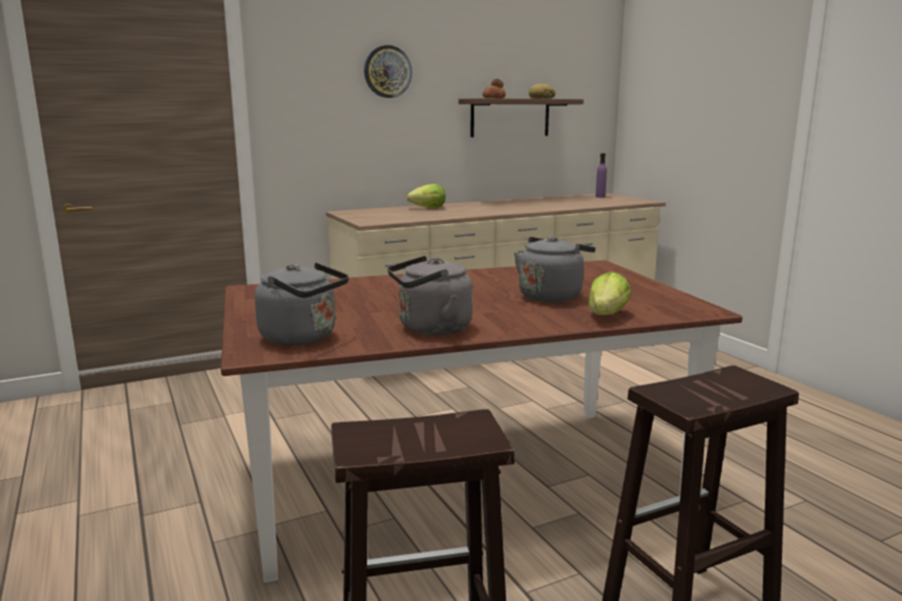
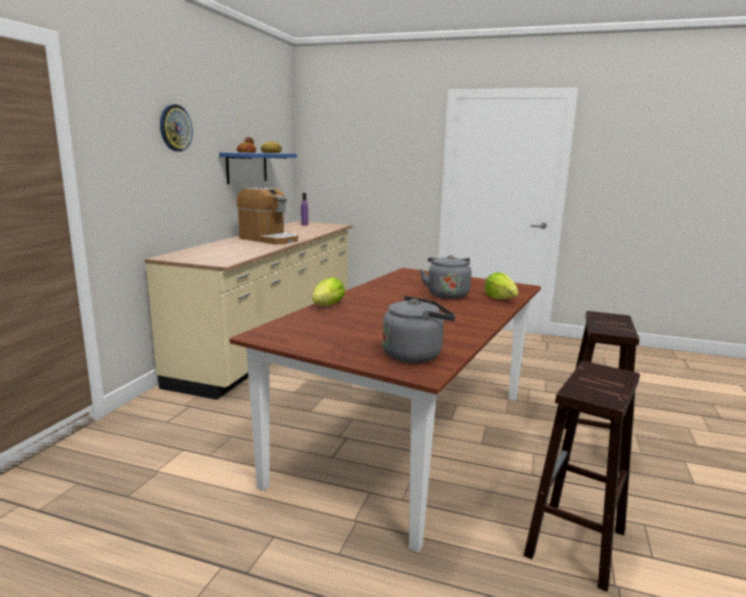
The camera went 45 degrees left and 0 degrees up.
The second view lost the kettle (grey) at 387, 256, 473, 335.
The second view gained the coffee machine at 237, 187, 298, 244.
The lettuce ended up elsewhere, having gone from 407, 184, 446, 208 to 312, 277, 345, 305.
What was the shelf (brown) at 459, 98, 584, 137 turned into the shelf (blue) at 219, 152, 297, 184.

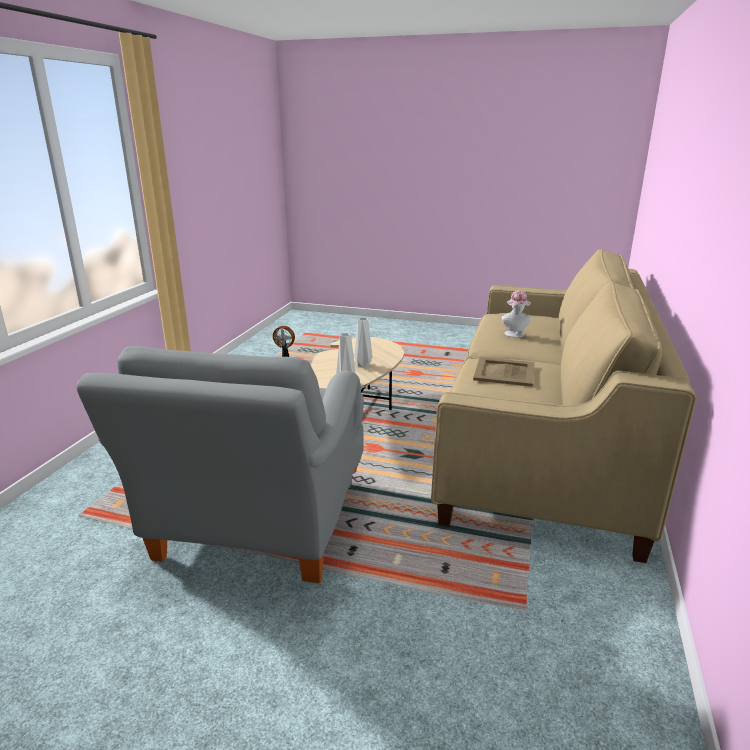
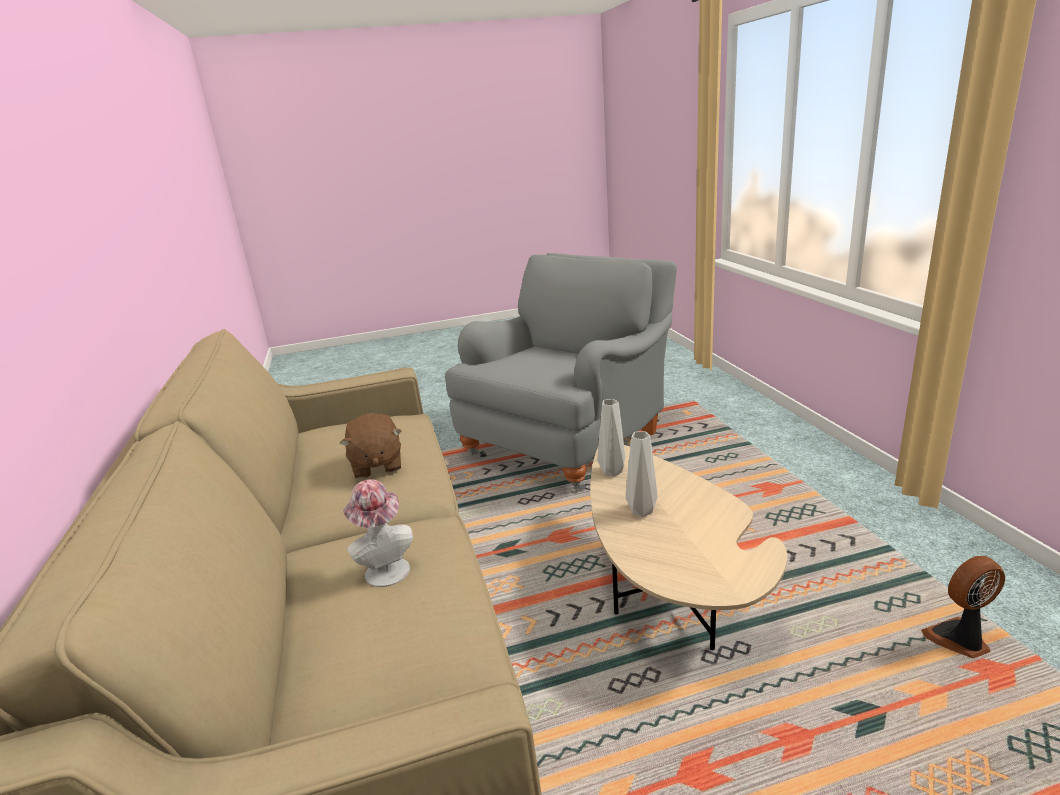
The camera went 150 degrees right and 0 degrees up.
Where the tray (beige) stood at 473, 357, 535, 387, the plush toy (brown) came to stand at 340, 413, 401, 479.
The armchair (grey) at 76, 346, 364, 583 ended up facing another way, 60 degrees clockwise from before.

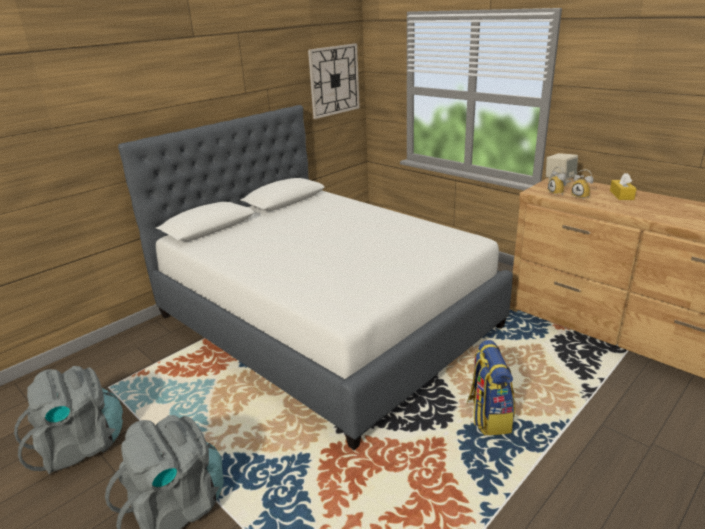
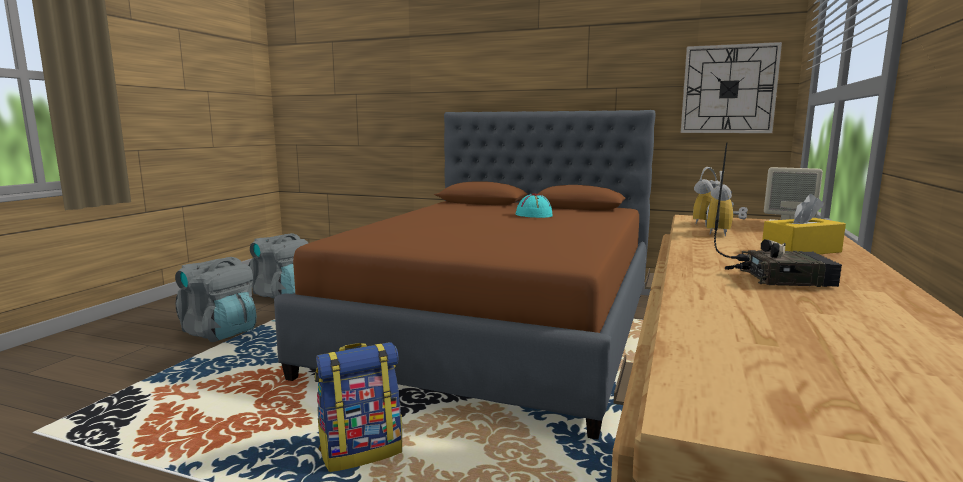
The camera went 65 degrees right and 15 degrees down.
The second view gained the hat (turquoise) at 516, 194, 553, 218.
The second view gained the radio at 714, 142, 842, 287.
What was the bed (white) at 118, 105, 513, 450 turned into the bed (brown) at 274, 110, 656, 440.

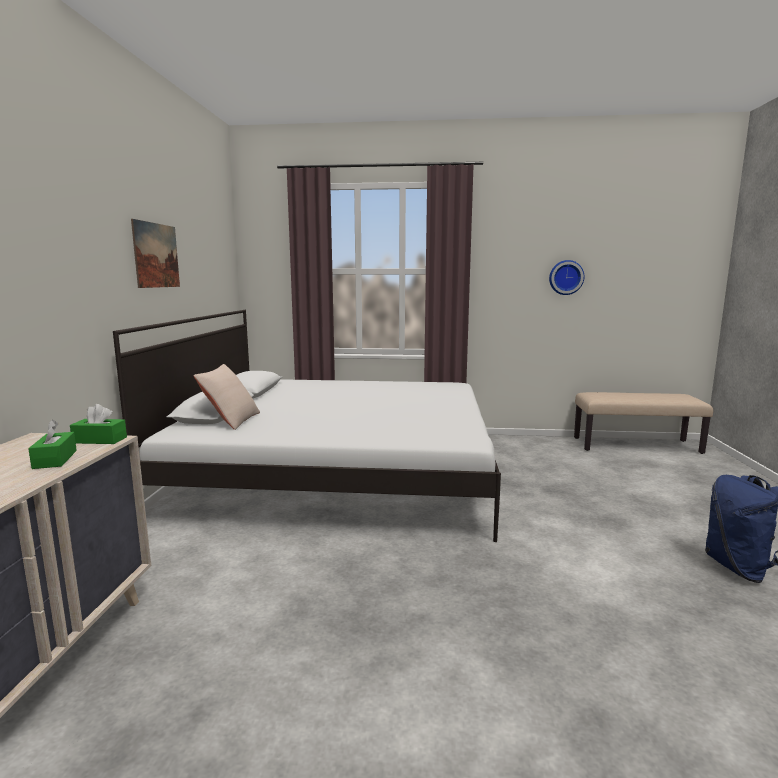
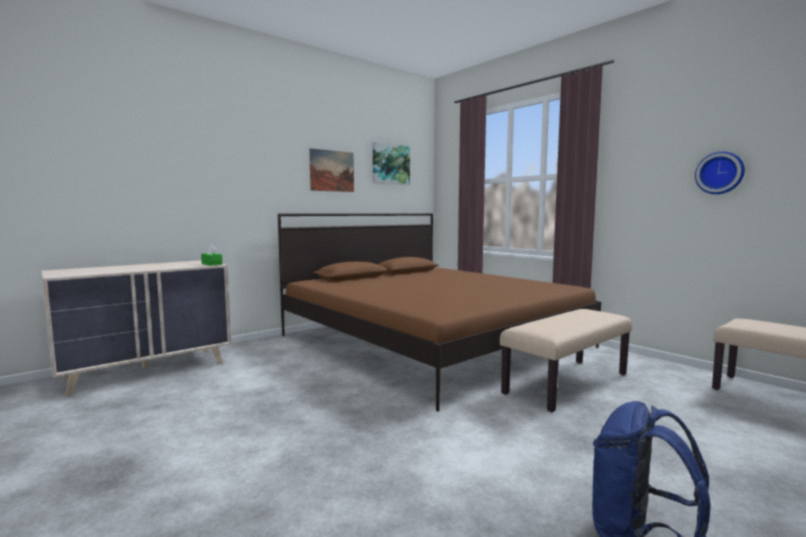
The camera went 45 degrees right and 5 degrees down.
The second view lost the tissue box (green) at 28, 419, 77, 469.
The second view lost the pillow (beige) at 193, 364, 260, 430.
The second view gained the picture at 373, 142, 410, 185.
The second view gained the bench (beige) at 500, 309, 632, 412.
What was the bed (white) at 113, 310, 501, 542 turned into the bed (brown) at 278, 213, 601, 411.

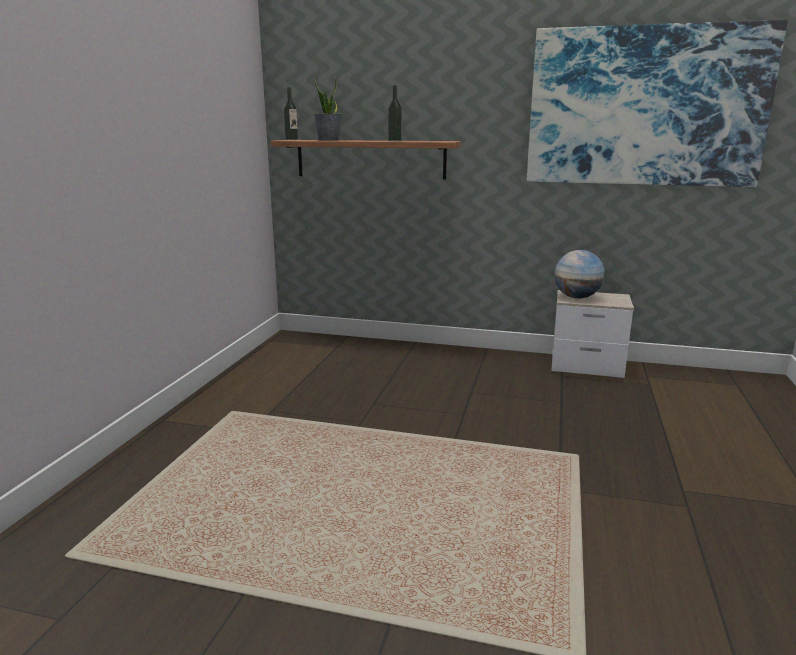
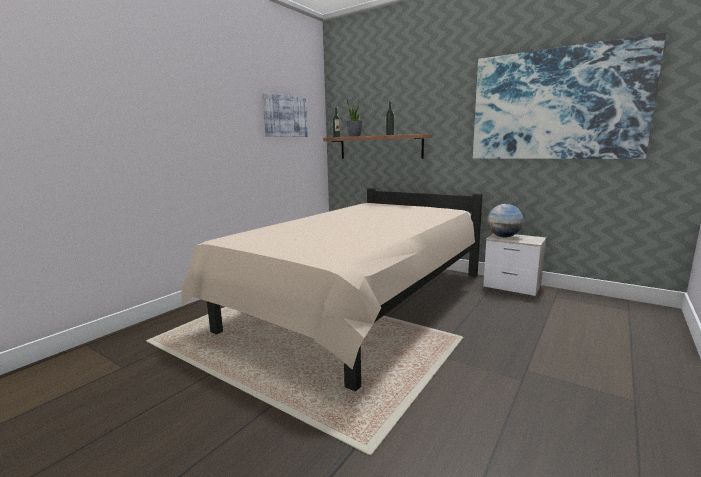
The camera went 20 degrees right and 5 degrees down.
The second view gained the bed (beige) at 181, 188, 483, 391.
The second view gained the picture at 262, 93, 308, 137.

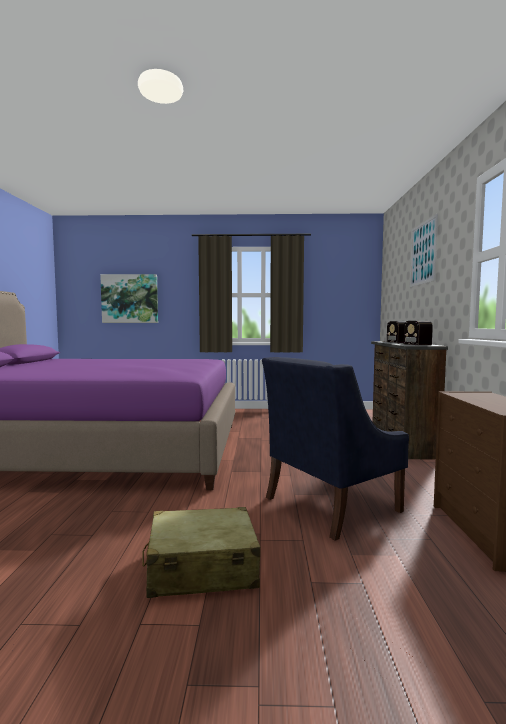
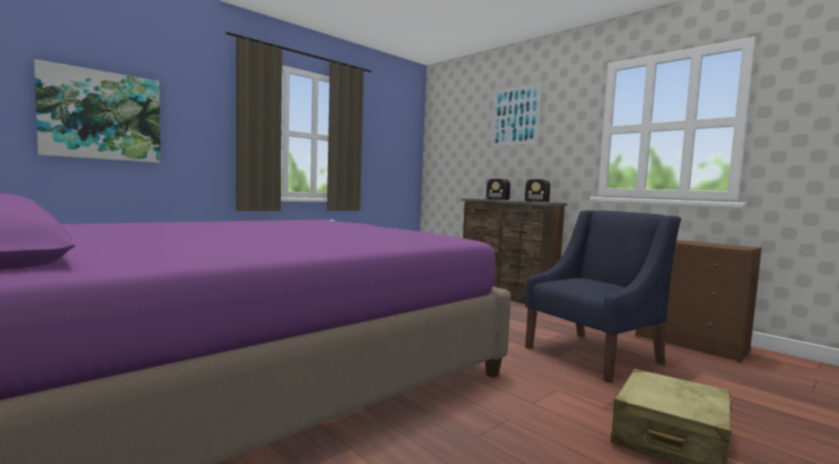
The camera went 45 degrees left and 0 degrees up.
The armchair (blue) at 262, 357, 409, 541 ended up facing another way, 135 degrees counterclockwise from before.

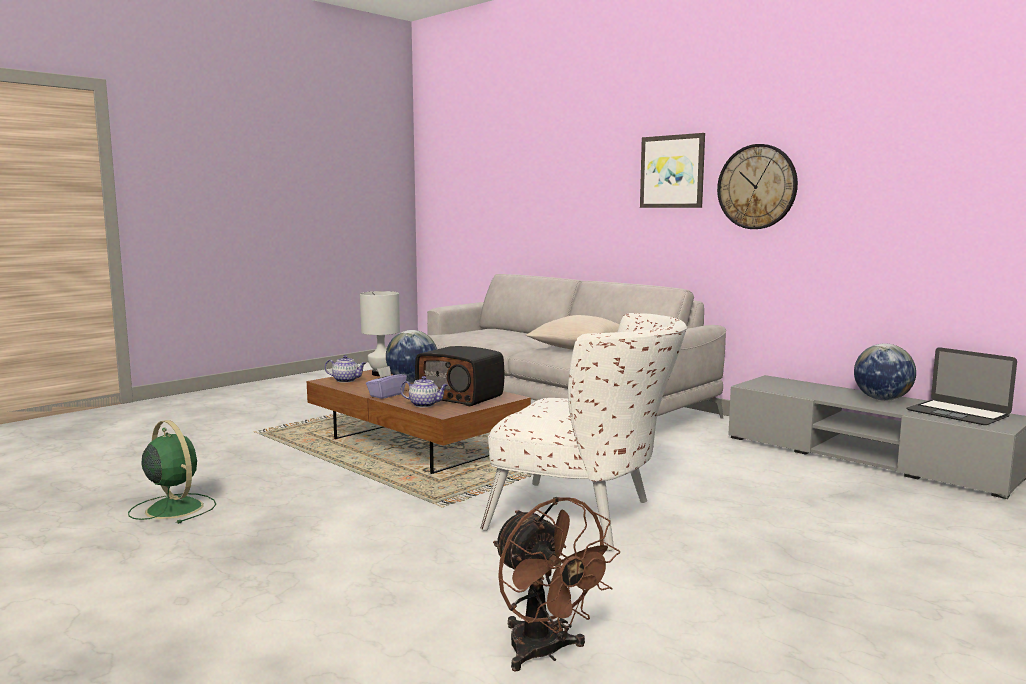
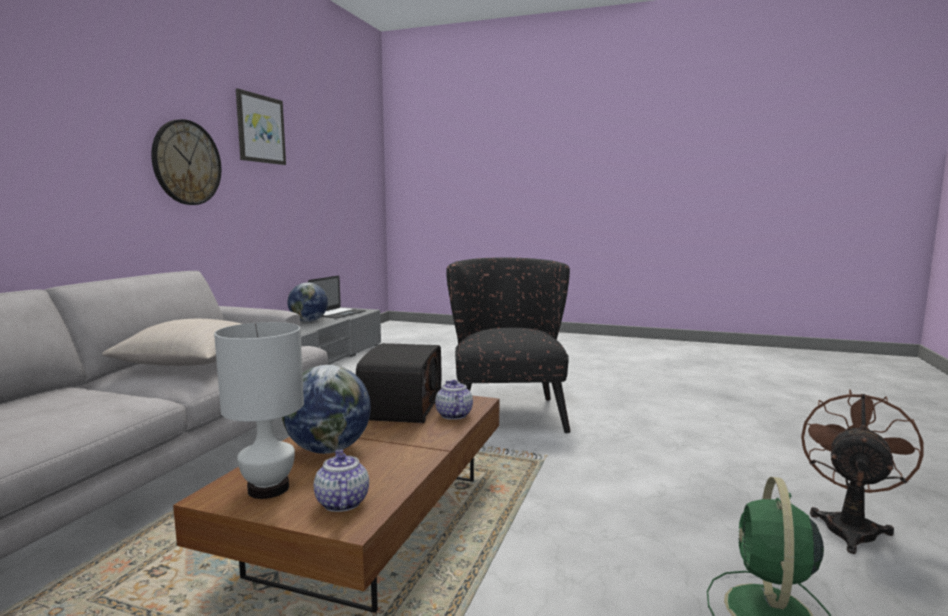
The camera went 115 degrees left and 0 degrees up.
The second view lost the tissue box (purple) at 366, 366, 407, 399.
The fan (brown) ended up elsewhere, having gone from 493, 497, 620, 671 to 801, 389, 924, 554.
The picture ended up elsewhere, having gone from 640, 133, 705, 208 to 236, 89, 286, 165.
What was the armchair (white) at 481, 313, 687, 551 turned into the armchair (black) at 446, 258, 570, 433.

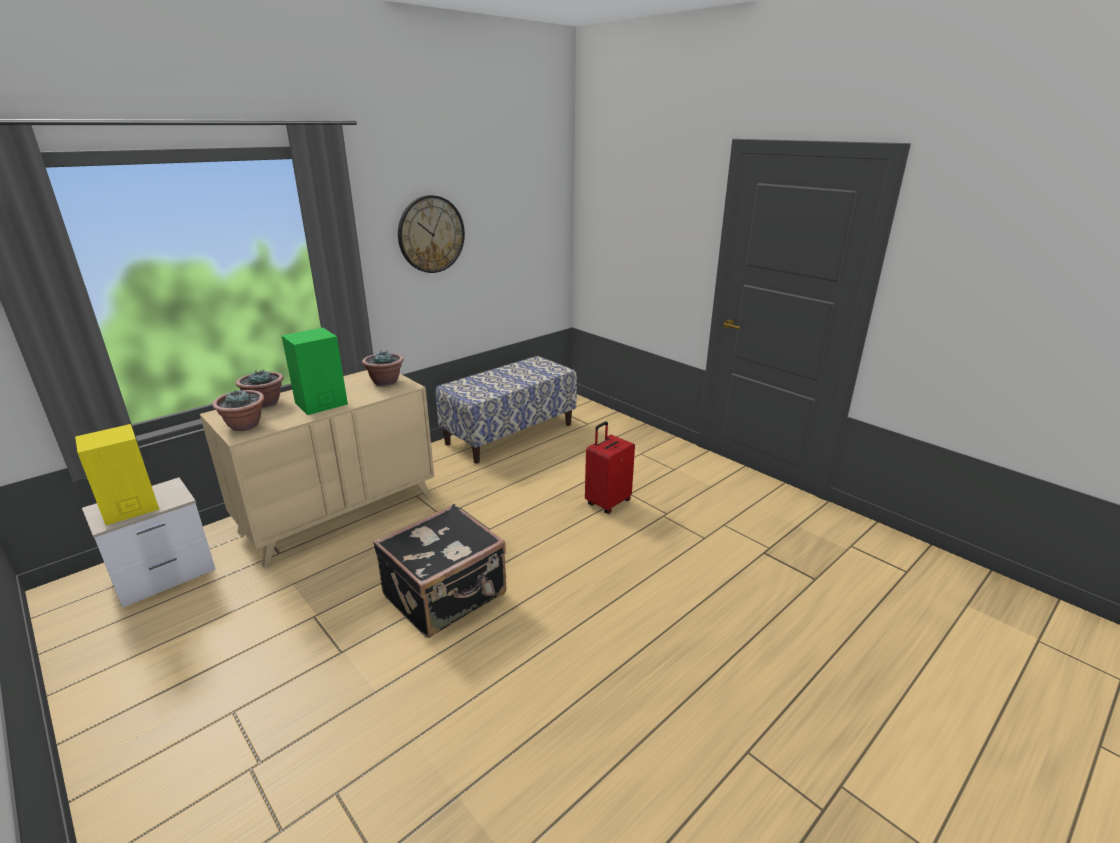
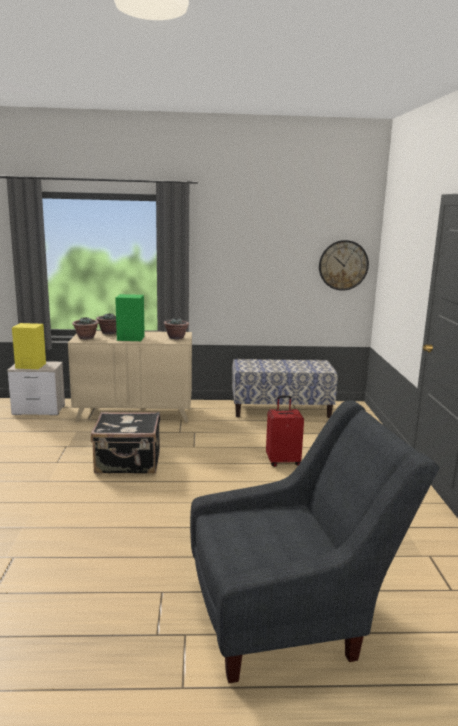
The camera went 40 degrees right and 10 degrees down.
The second view gained the armchair (grey) at 190, 401, 439, 683.
The wall clock ended up elsewhere, having gone from 398, 195, 465, 273 to 319, 240, 369, 291.

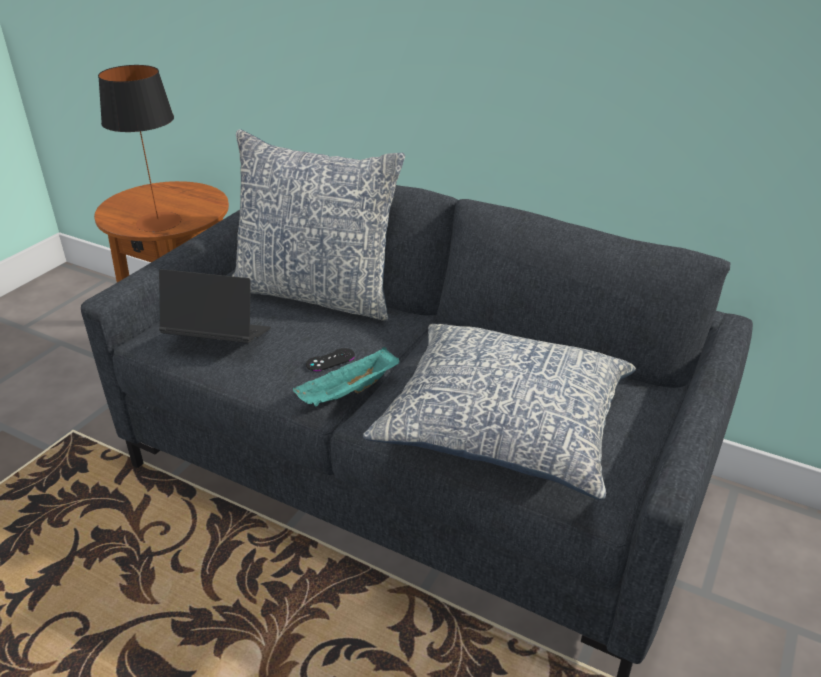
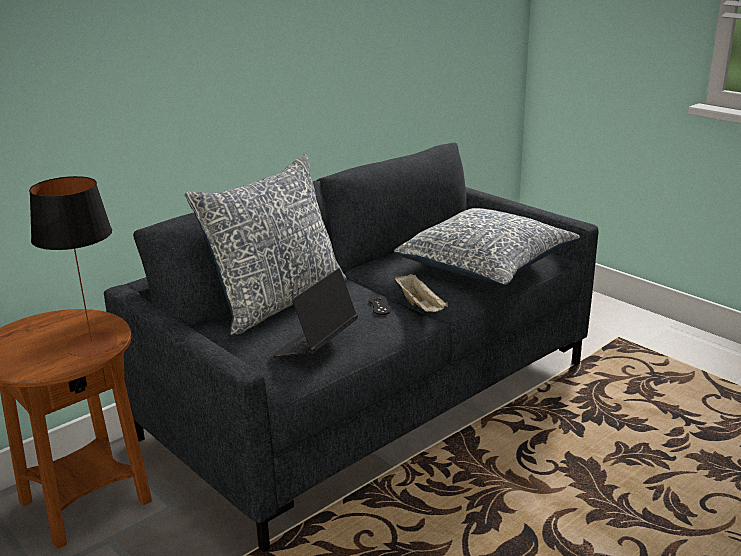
The camera went 70 degrees left and 10 degrees down.
What was the tray (turquoise) at 293, 347, 399, 406 turned into the tray (beige) at 394, 274, 448, 312.

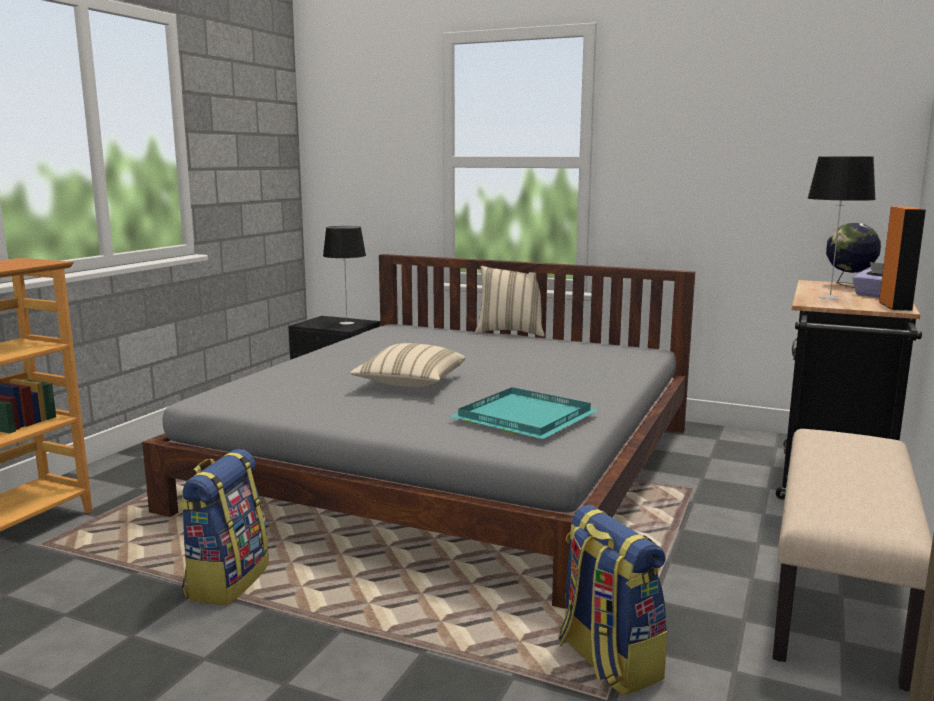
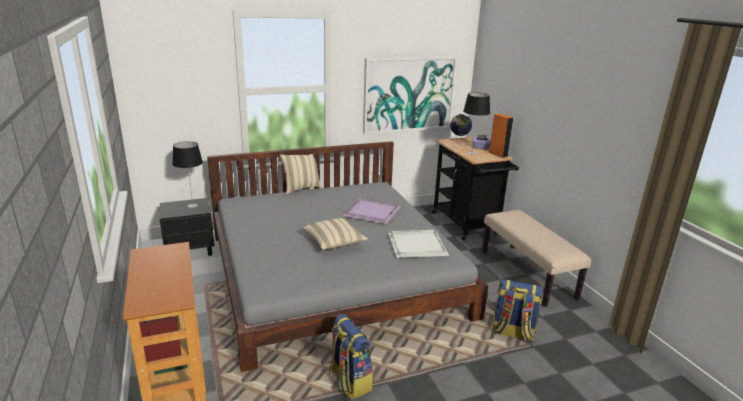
The camera went 45 degrees left and 10 degrees up.
The second view gained the tray (purple) at 342, 197, 401, 224.
The second view gained the picture at 363, 56, 458, 134.
What was the tray (turquoise) at 449, 387, 598, 439 turned into the tray (white) at 388, 230, 449, 258.

